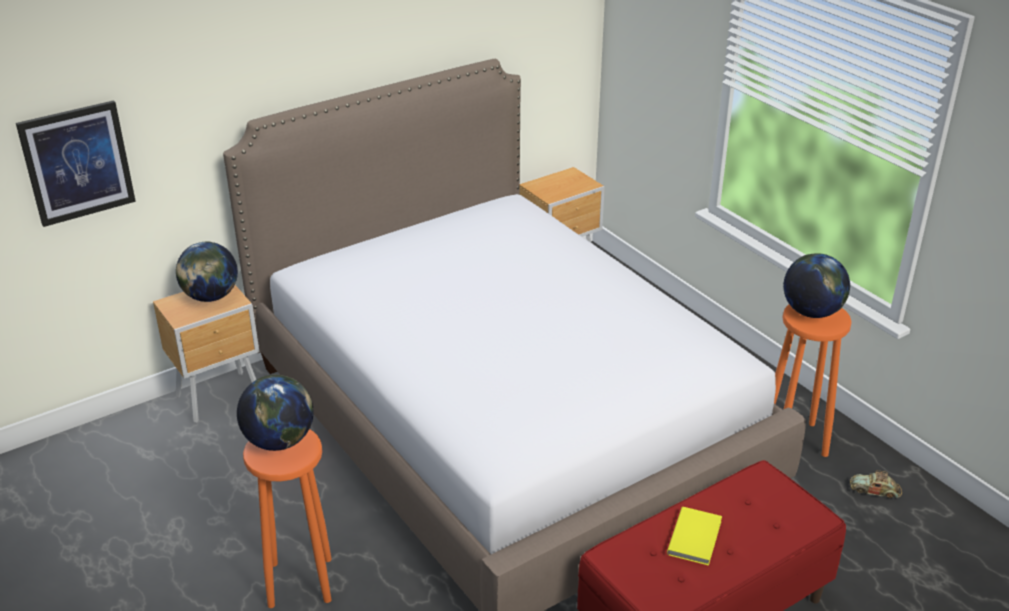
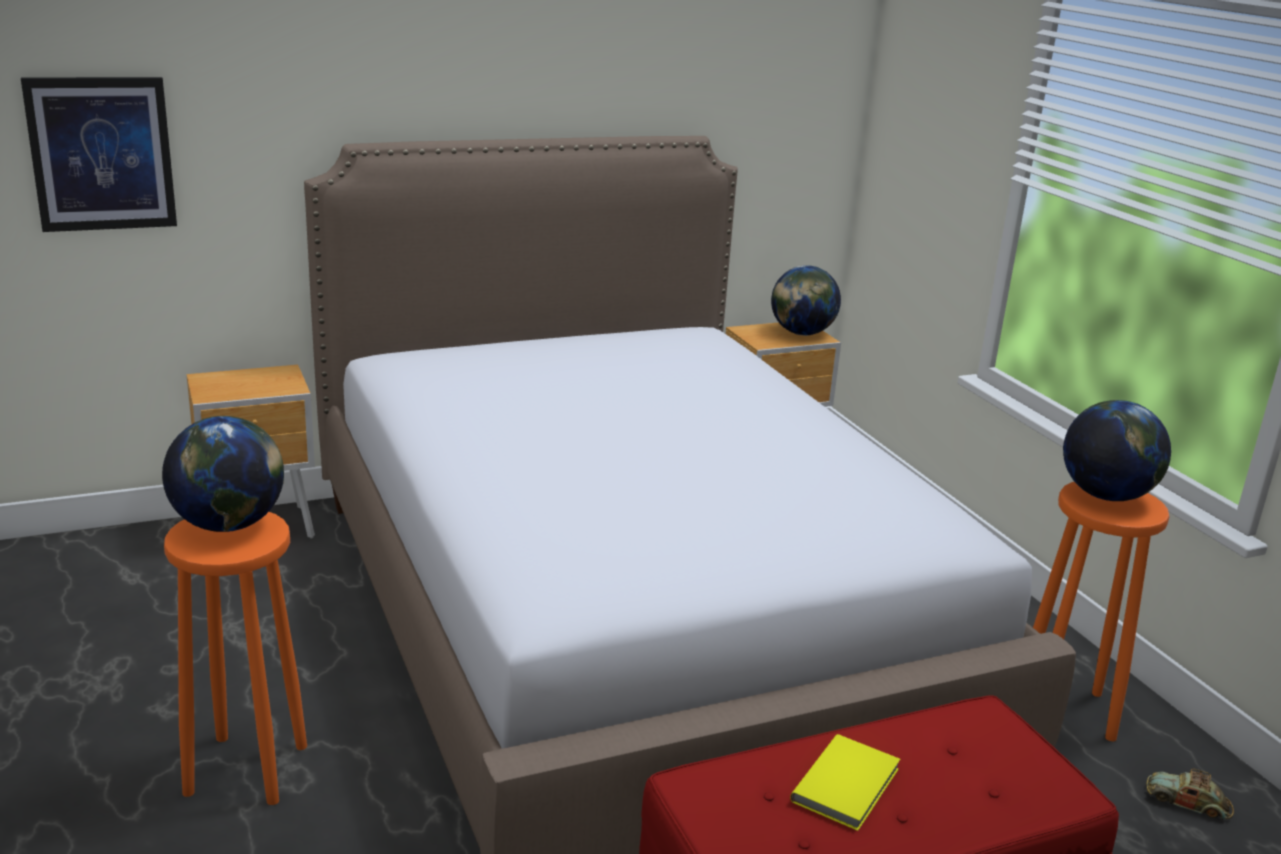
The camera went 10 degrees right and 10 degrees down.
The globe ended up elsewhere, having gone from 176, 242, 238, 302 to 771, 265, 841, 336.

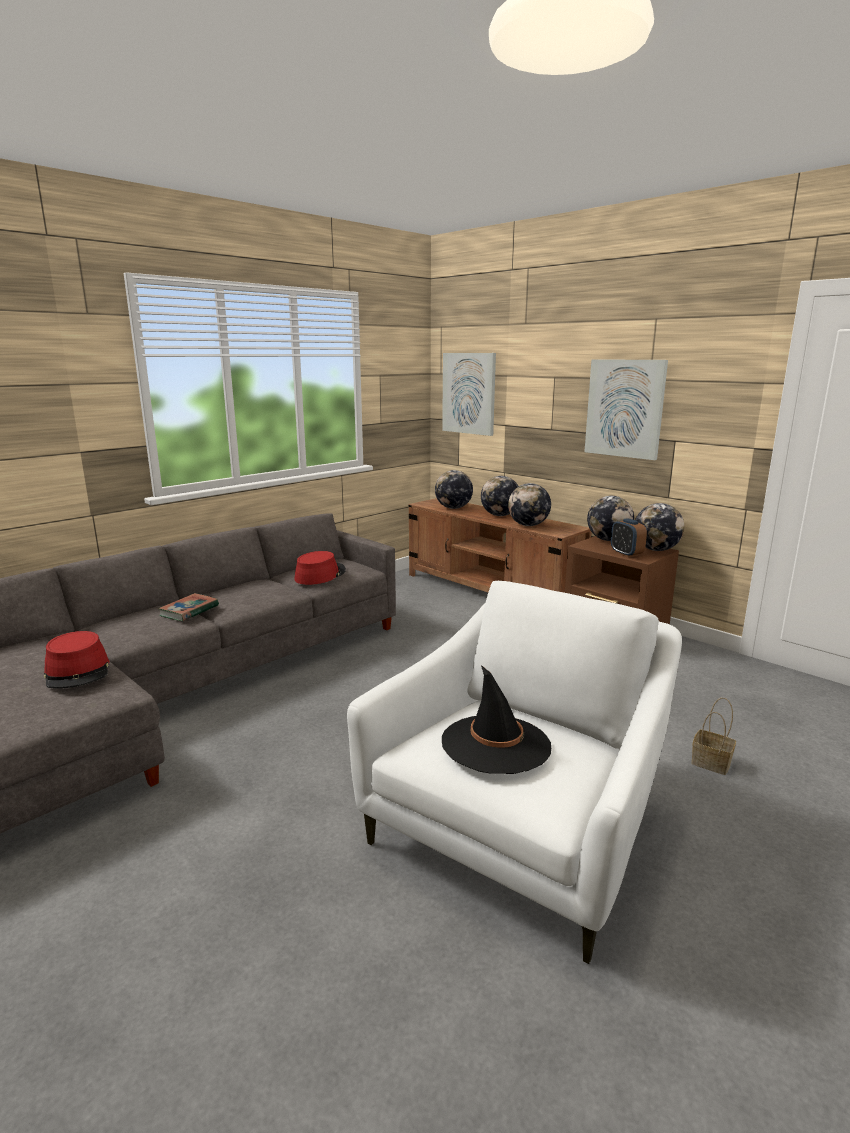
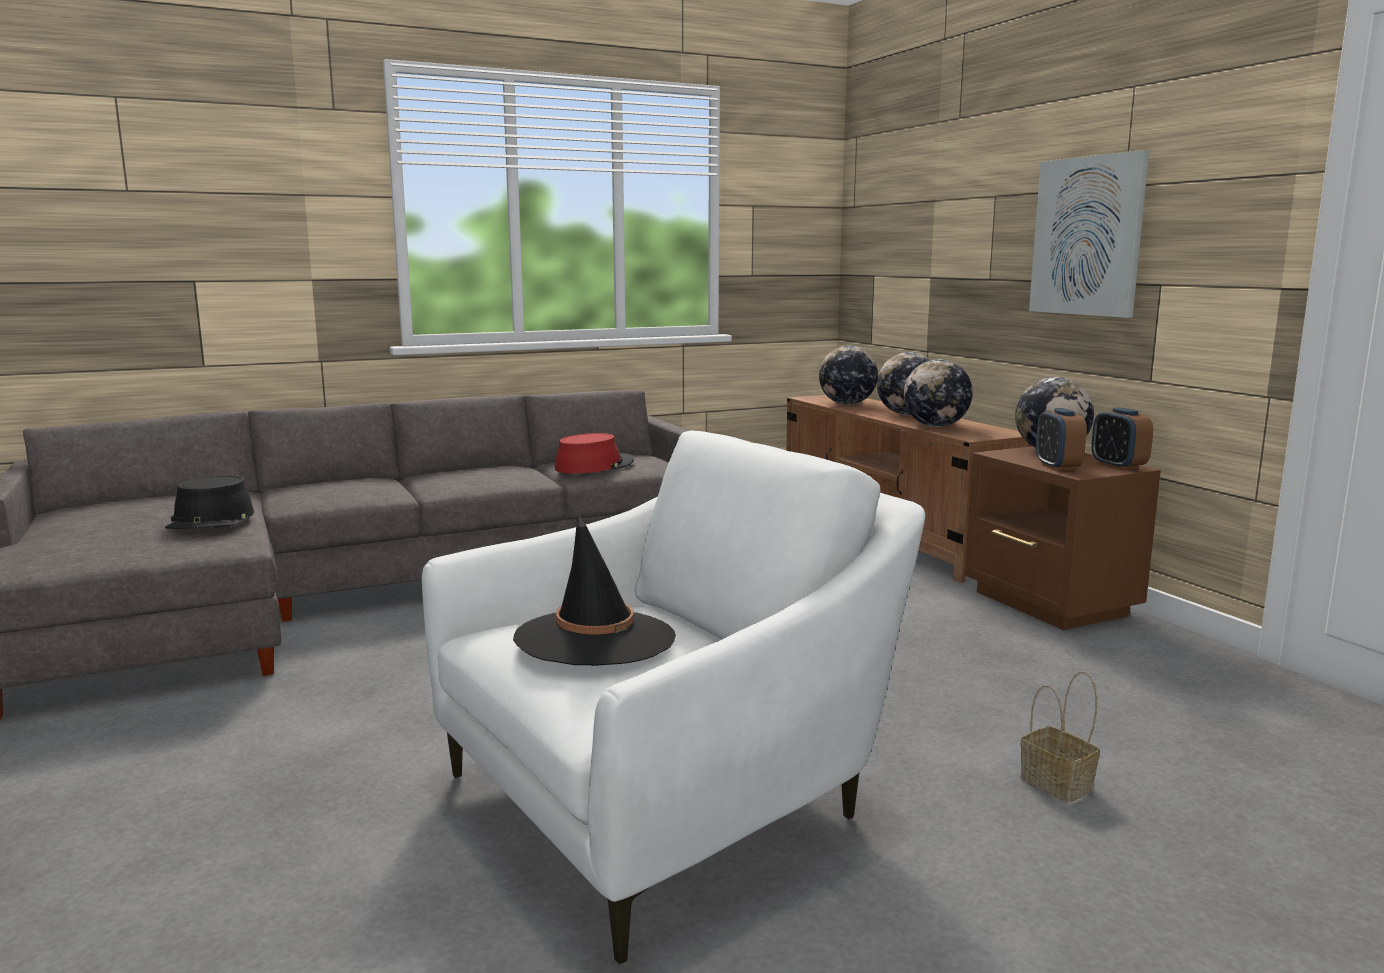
The camera went 20 degrees right and 5 degrees down.
The second view lost the book at 158, 593, 219, 621.
The second view lost the picture at 442, 353, 496, 436.
Where the globe stood at 635, 503, 684, 551, the alarm clock came to stand at 1091, 407, 1153, 470.
What was the hat (red) at 44, 631, 110, 689 turned into the hat (black) at 165, 476, 254, 529.

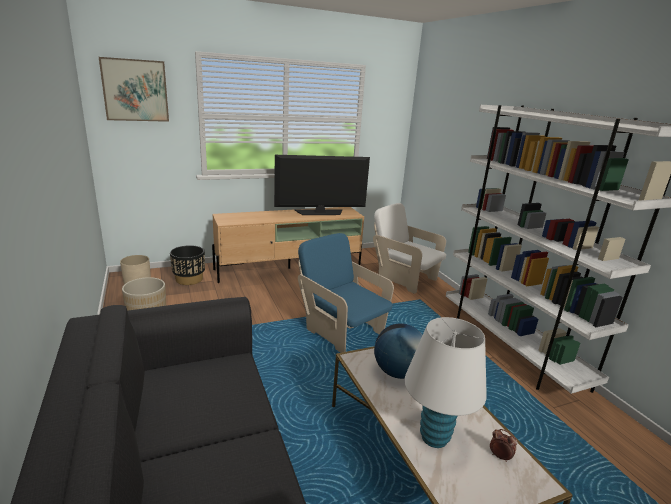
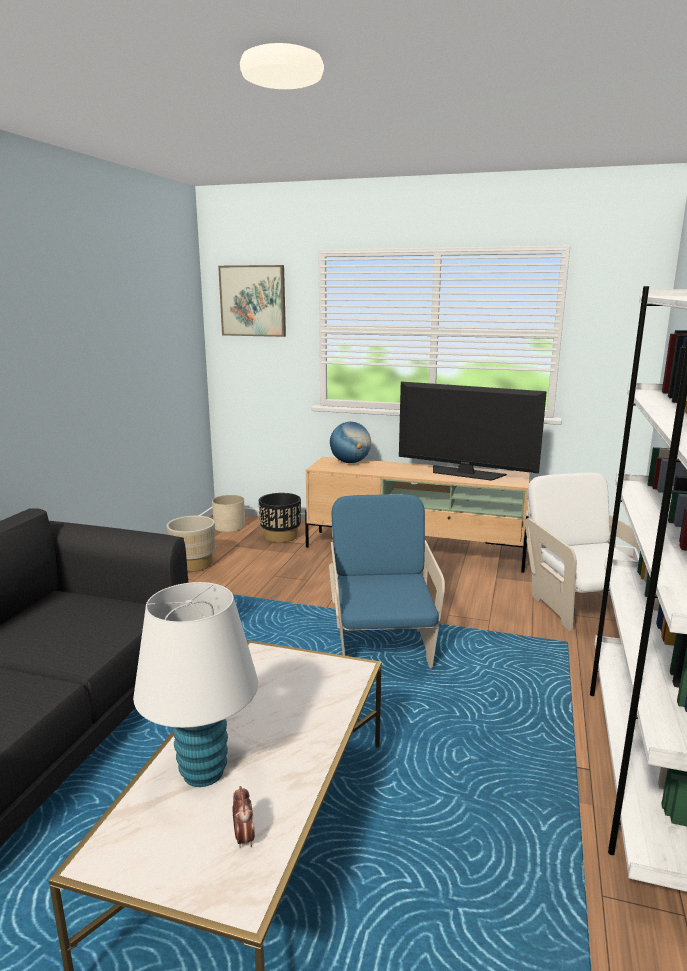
The camera went 40 degrees right and 5 degrees down.
The globe ended up elsewhere, having gone from 374, 324, 423, 379 to 330, 422, 371, 463.

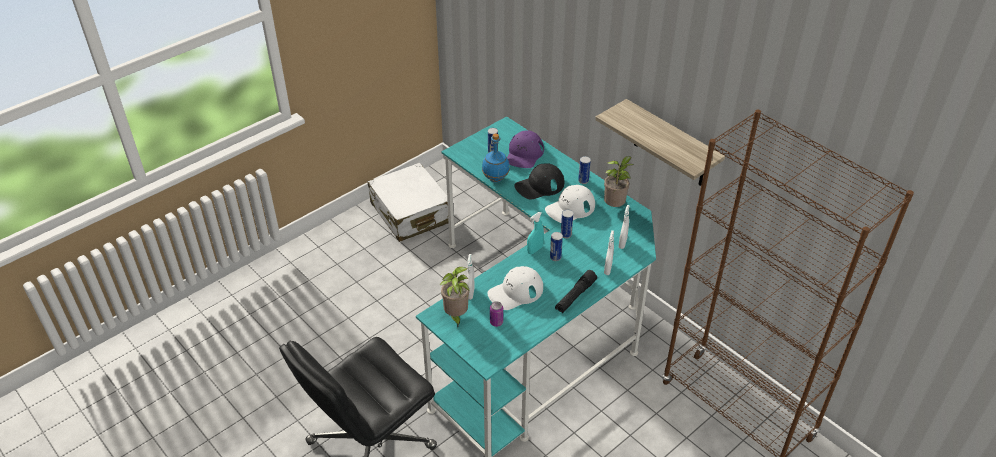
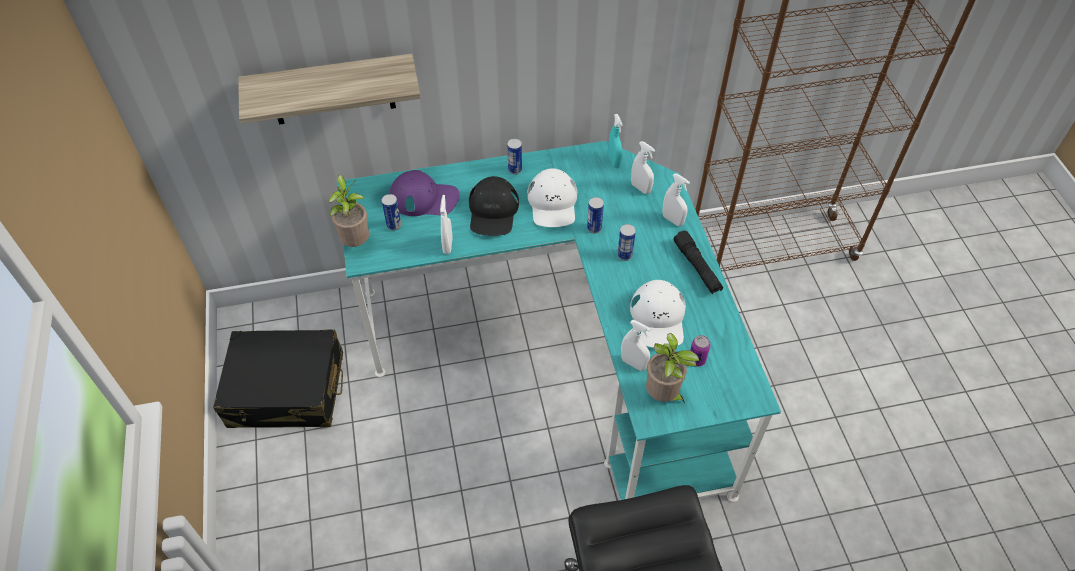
The camera went 60 degrees left and 10 degrees up.
The spray bottle (turquoise) ended up elsewhere, having gone from 527, 212, 544, 254 to 608, 114, 623, 168.
The shelf ended up elsewhere, having gone from 595, 99, 725, 186 to 238, 54, 421, 125.
The potted plant ended up elsewhere, having gone from 604, 156, 634, 207 to 328, 174, 369, 247.
Where the bottle (blue) stood at 482, 134, 510, 183, the spray bottle (white) came to stand at 440, 195, 453, 254.
What was the suitcase (white) at 367, 163, 448, 242 turned into the suitcase (black) at 213, 329, 343, 428.
The cap (purple) at 507, 130, 544, 168 ended up facing another way, 45 degrees counterclockwise from before.

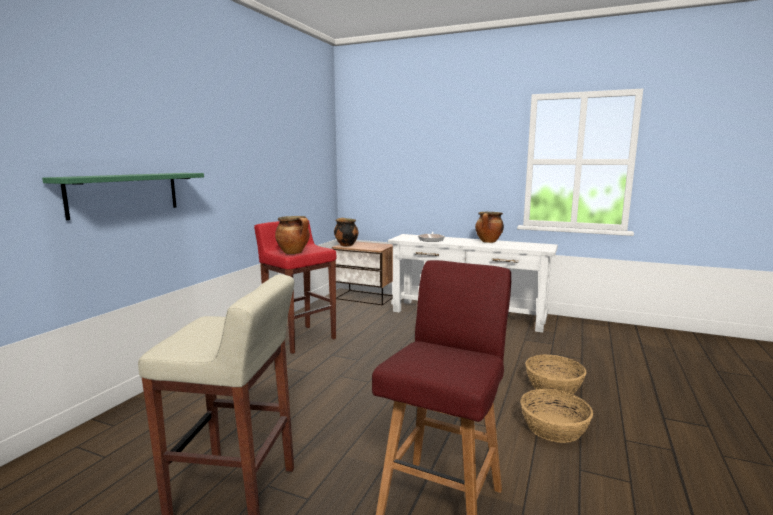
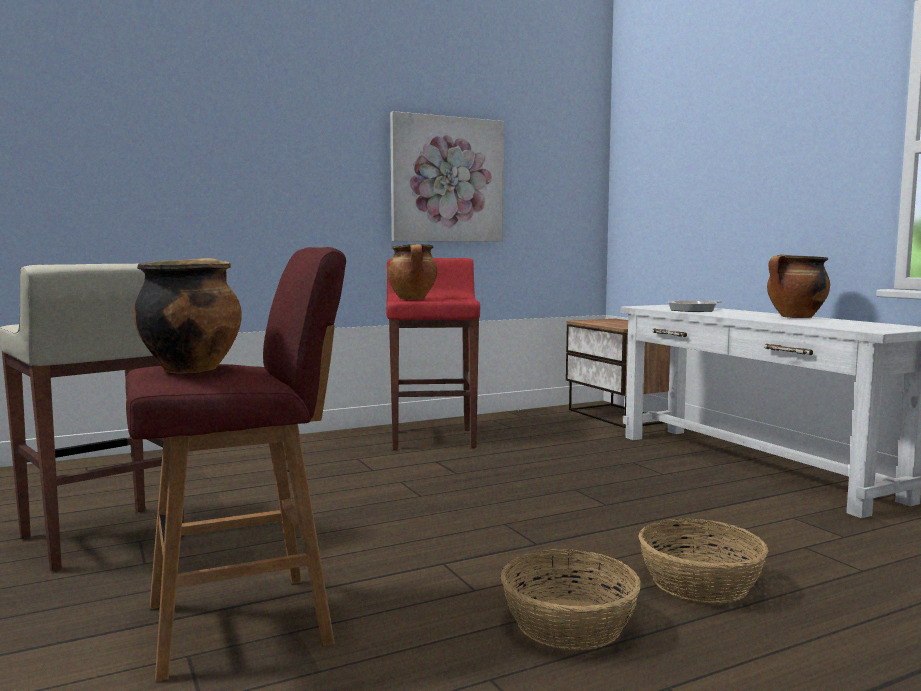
The camera went 40 degrees right and 5 degrees down.
The second view lost the shelf (green) at 42, 173, 204, 220.
The second view gained the picture at 390, 111, 504, 242.
The cooking pot ended up elsewhere, having gone from 334, 218, 358, 247 to 133, 258, 242, 374.

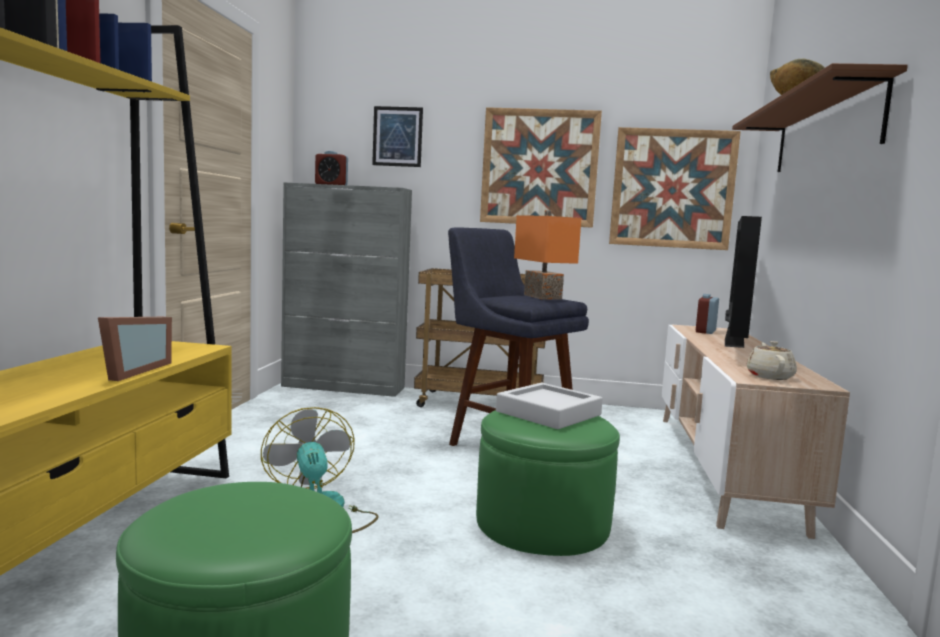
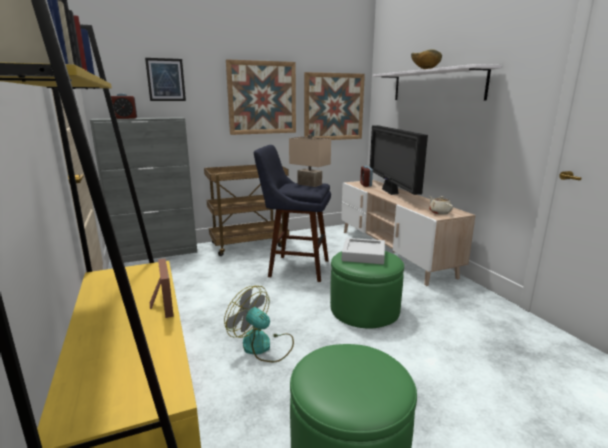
The camera went 30 degrees left and 10 degrees up.
What was the table lamp (orange) at 514, 210, 581, 300 turned into the table lamp (beige) at 289, 135, 331, 187.
What was the shelf (brown) at 732, 63, 908, 172 turned into the shelf (white) at 373, 64, 502, 101.

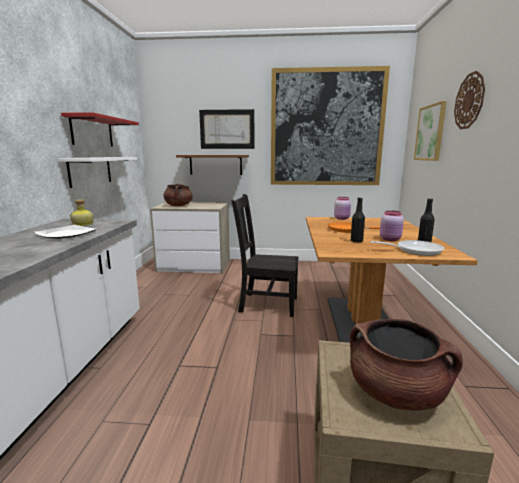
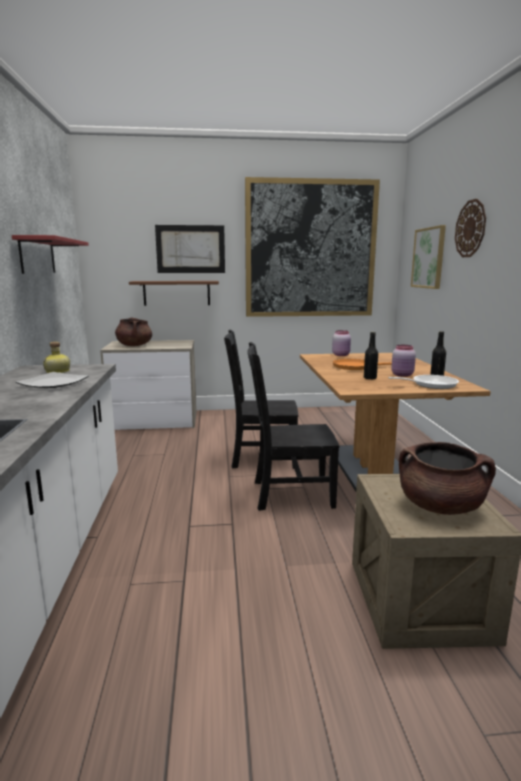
The camera went 10 degrees left and 0 degrees up.
The second view lost the shelf (white) at 58, 157, 137, 188.
The second view gained the chair (black) at 247, 342, 339, 511.

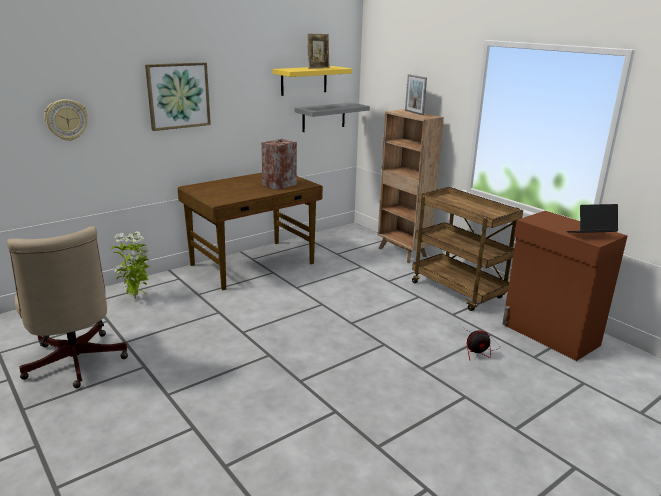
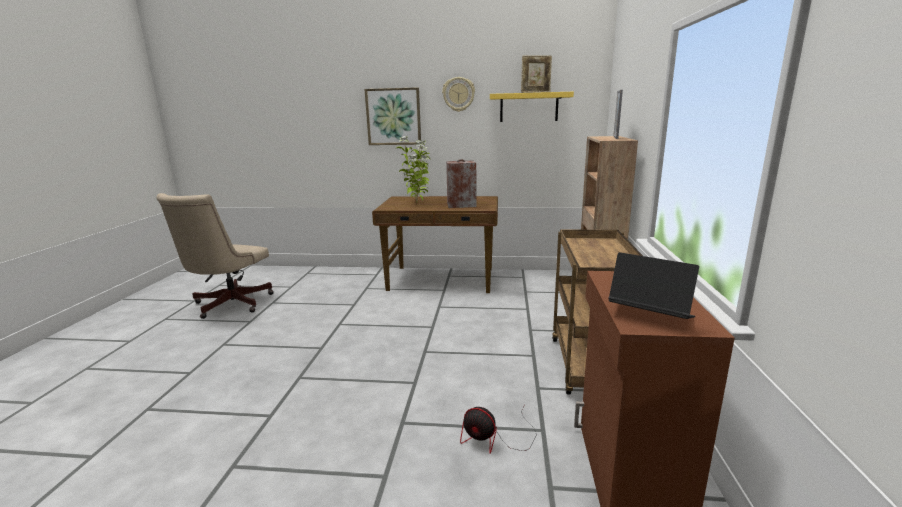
The camera went 45 degrees right and 5 degrees down.
The second view lost the shelf (grey) at 295, 102, 370, 132.
The wall clock ended up elsewhere, having gone from 44, 99, 88, 141 to 442, 77, 475, 112.
The potted plant ended up elsewhere, having gone from 111, 231, 151, 299 to 396, 136, 430, 202.

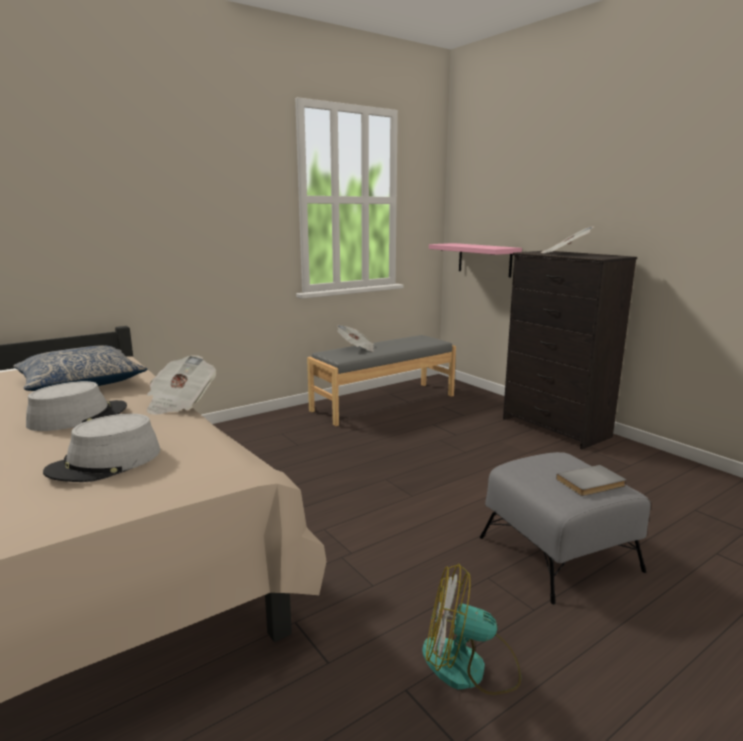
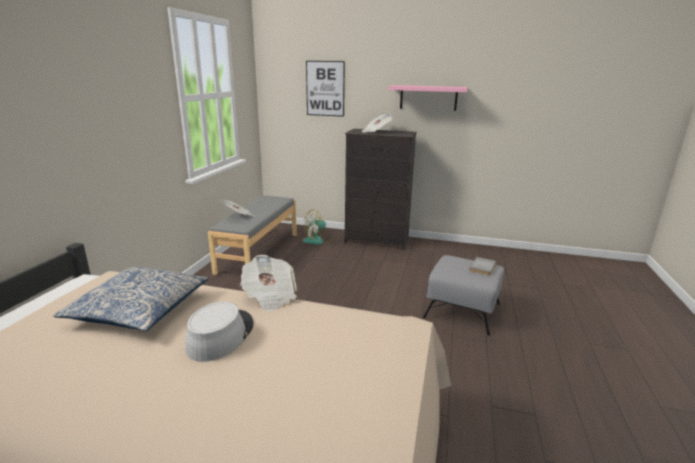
The camera went 40 degrees left and 5 degrees up.
The second view lost the hat (grey) at 43, 414, 161, 482.
The second view gained the picture at 306, 61, 345, 117.
The fan ended up elsewhere, having gone from 422, 564, 521, 695 to 303, 209, 333, 245.
The shelf (pink) ended up elsewhere, having gone from 429, 243, 522, 277 to 388, 85, 468, 111.

